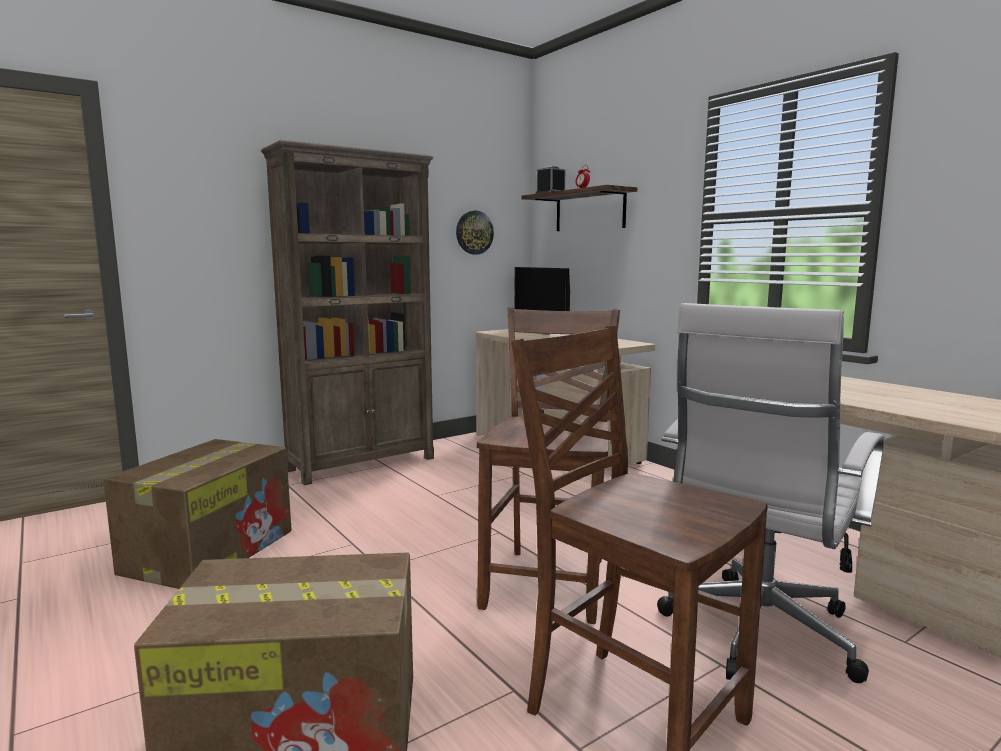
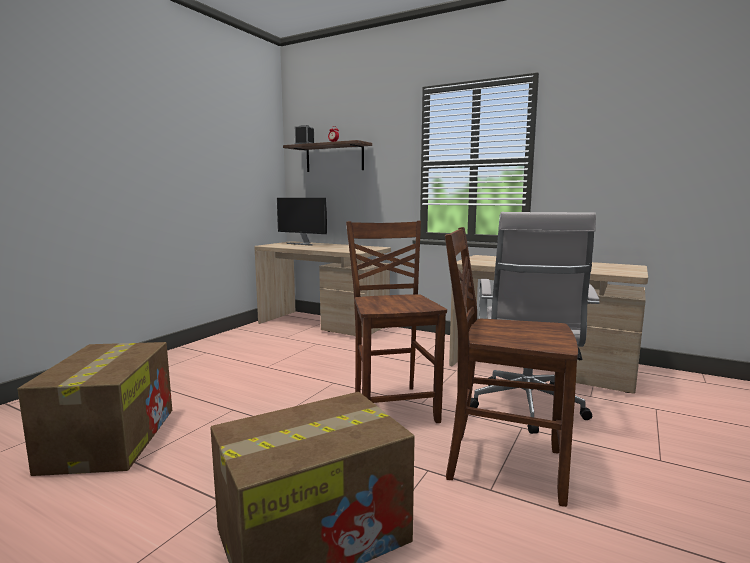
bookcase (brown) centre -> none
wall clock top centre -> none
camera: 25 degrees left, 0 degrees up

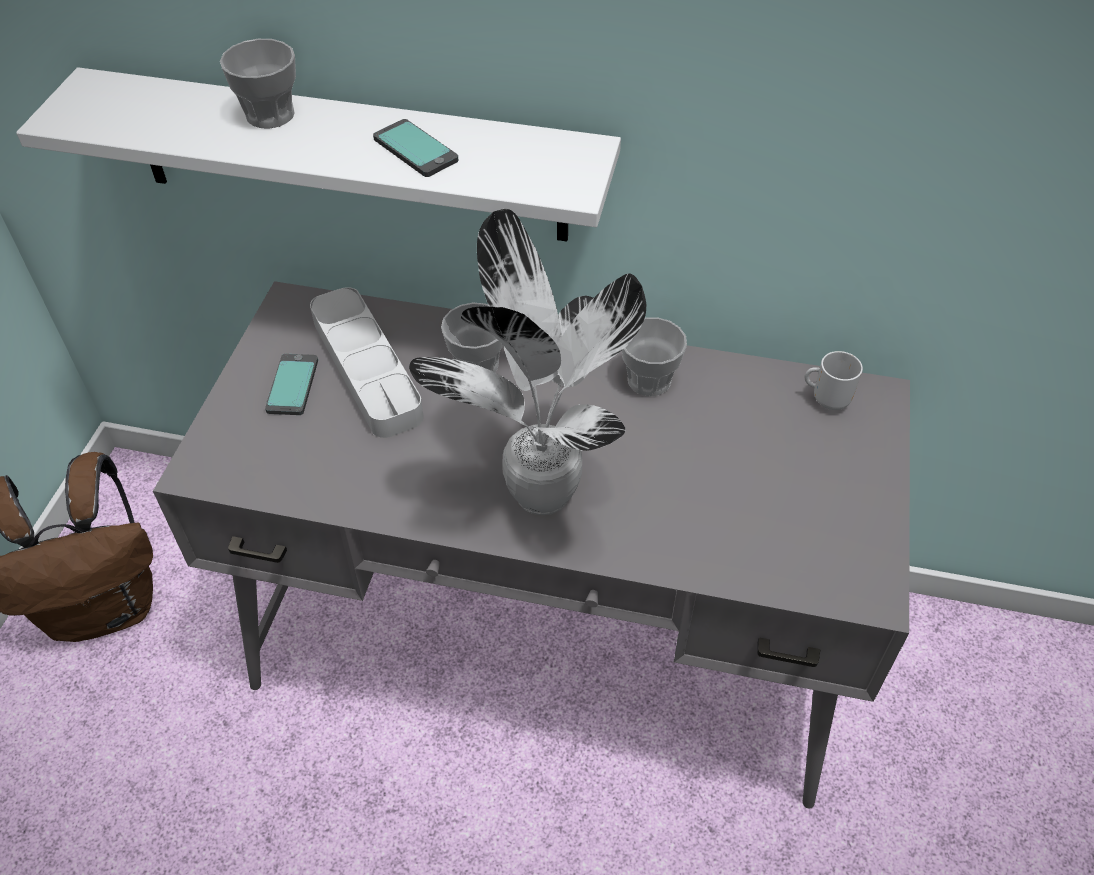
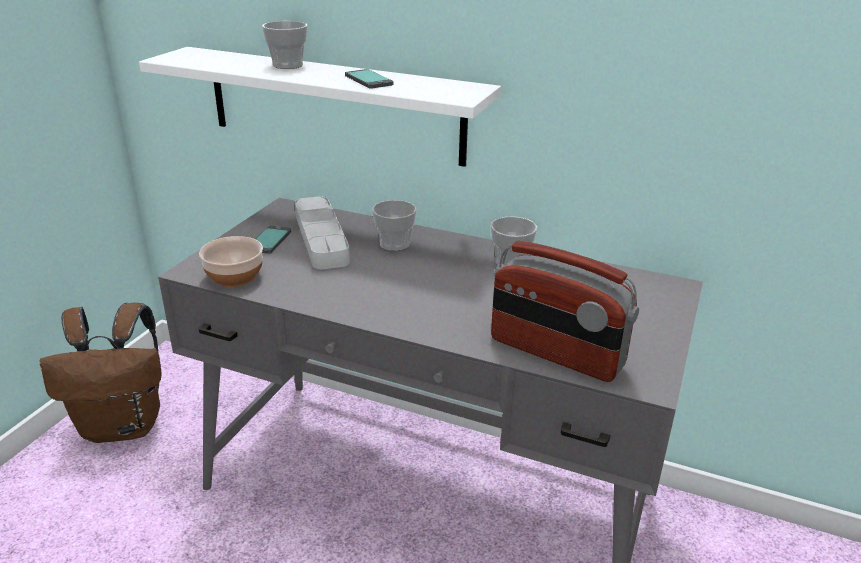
potted plant centre -> none
mug middle right -> none
none -> bowl middle left
none -> radio centre
camera: 10 degrees right, 20 degrees down

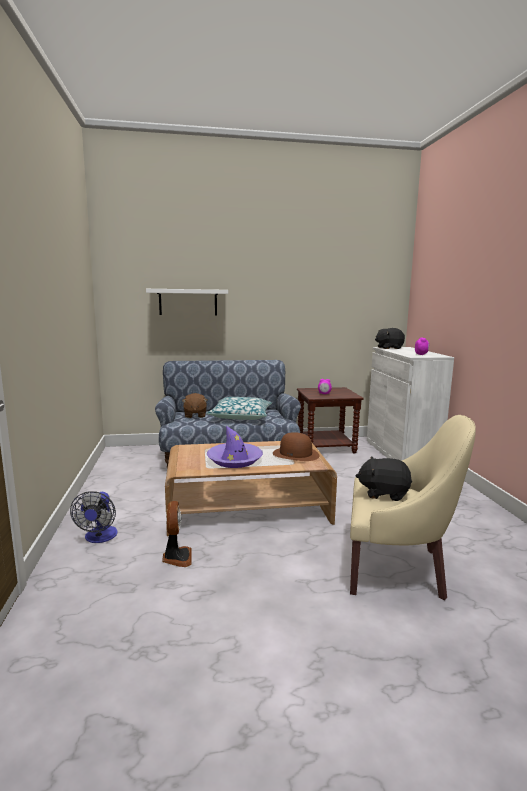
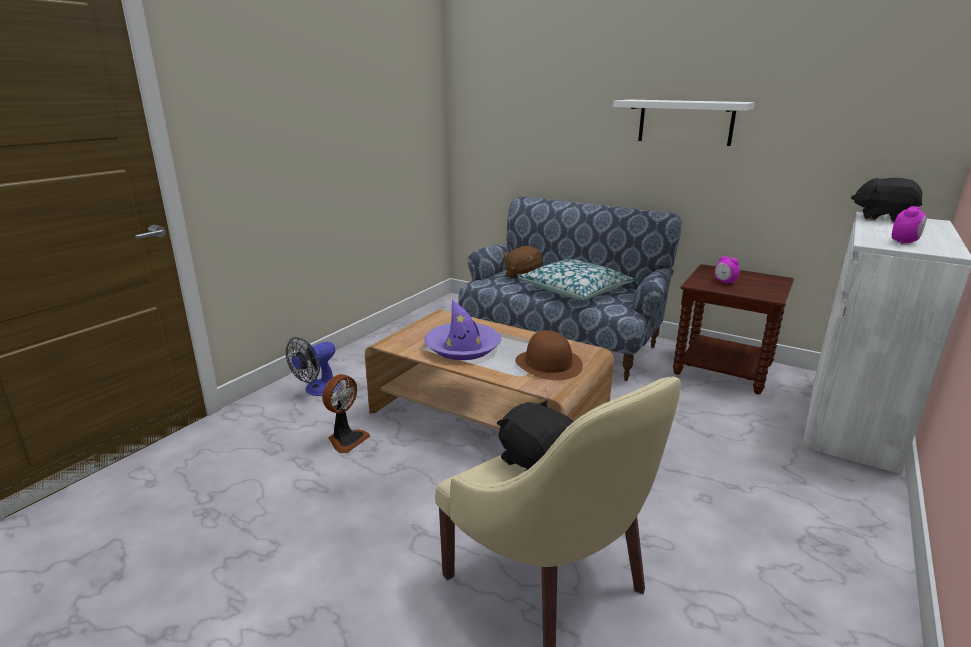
shelf (white) centre -> shelf (white) top right, relocated
camera: 40 degrees right, 10 degrees up

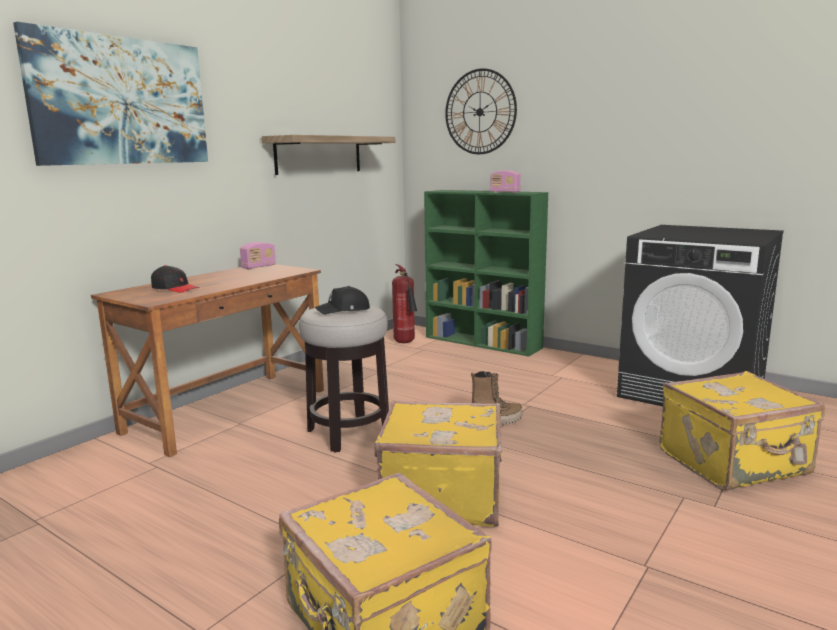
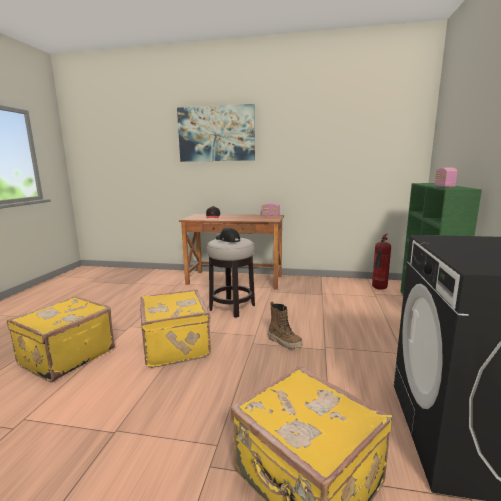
wall clock top centre -> none
shelf top centre -> none
camera: 65 degrees right, 0 degrees up

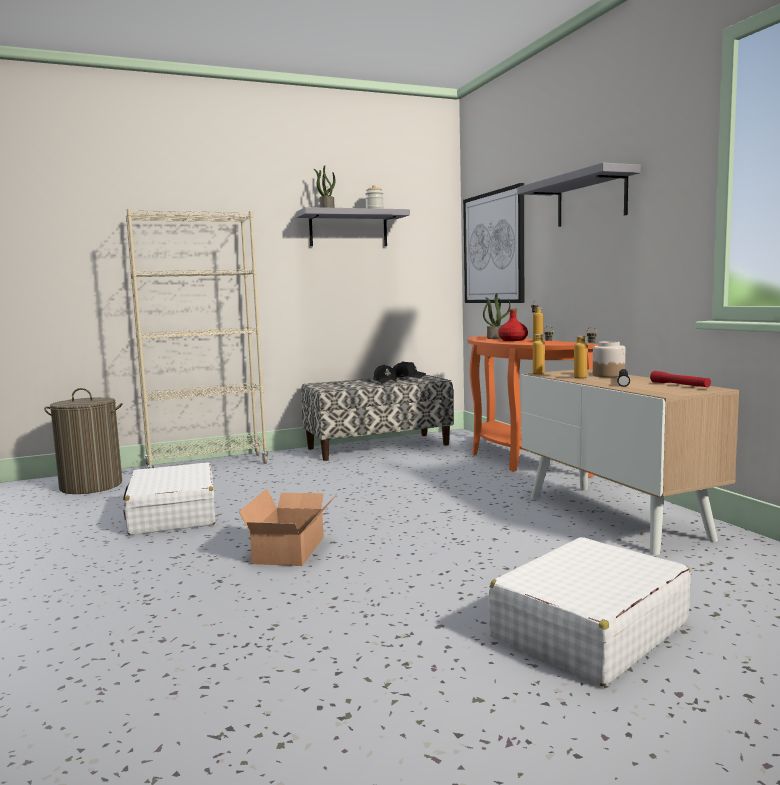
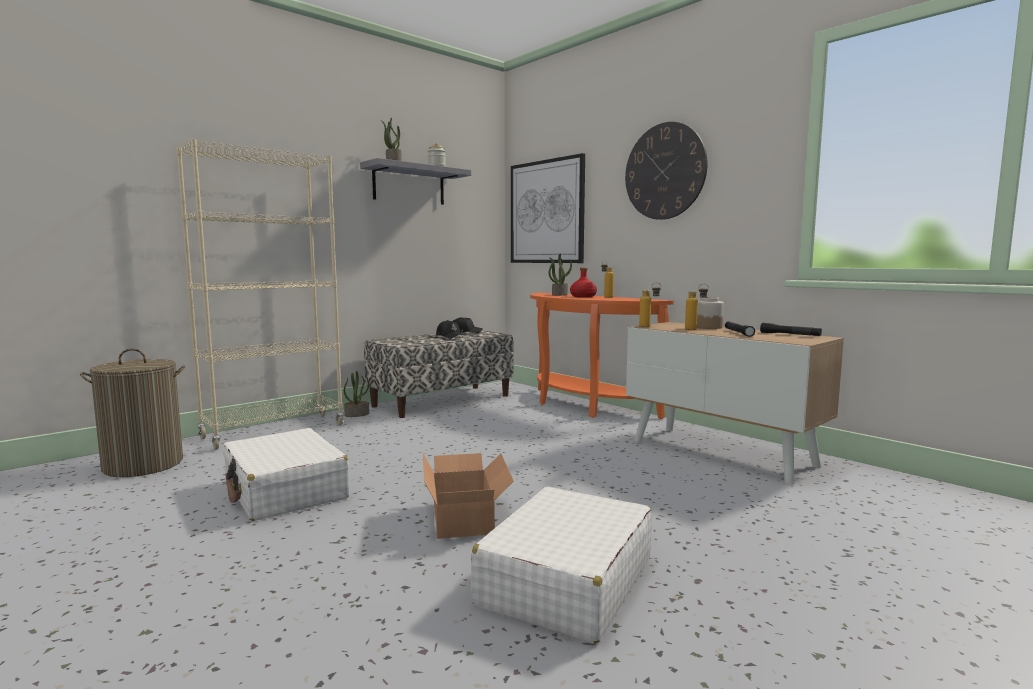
shelf (grey) (no. 2 from left) top right -> wall clock top centre
flashlight (red) middle right -> flashlight (black) (no. 2 from left) middle right
suitcase (white) (no. 2 from left) bottom right -> suitcase (white) (no. 2 from left) bottom centre, relocated
none -> potted plant (no. 1 from left) centre
camera: 20 degrees left, 0 degrees up

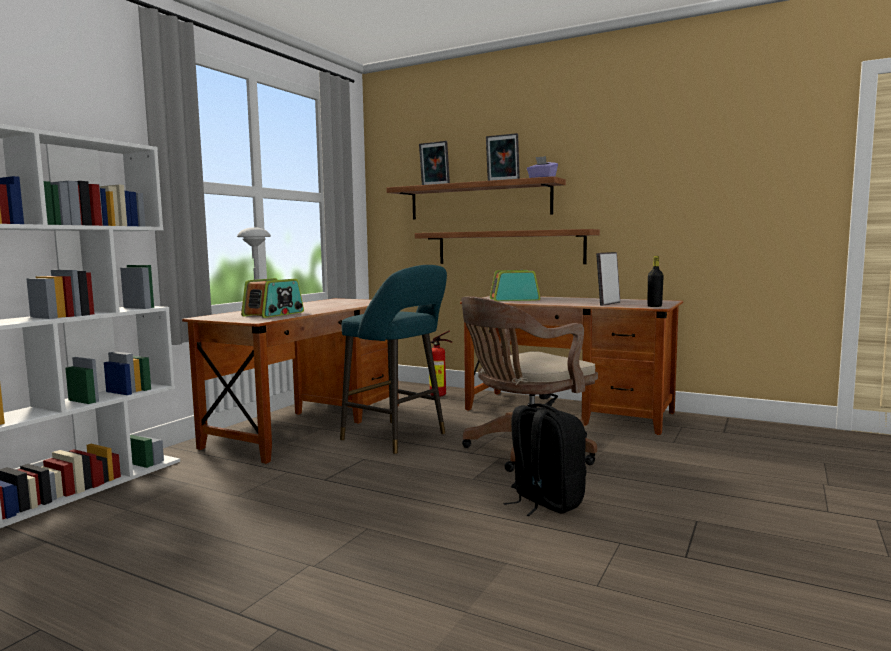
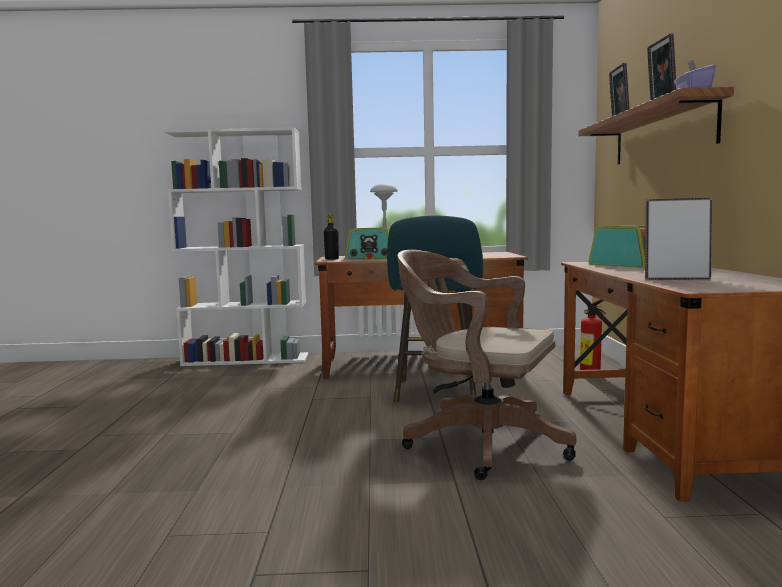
shelf (no. 2 from left) centre -> none
bottle (black) middle right -> bottle (black) centre, relocated
backpack (black) bottom centre -> none
camera: 60 degrees right, 0 degrees up

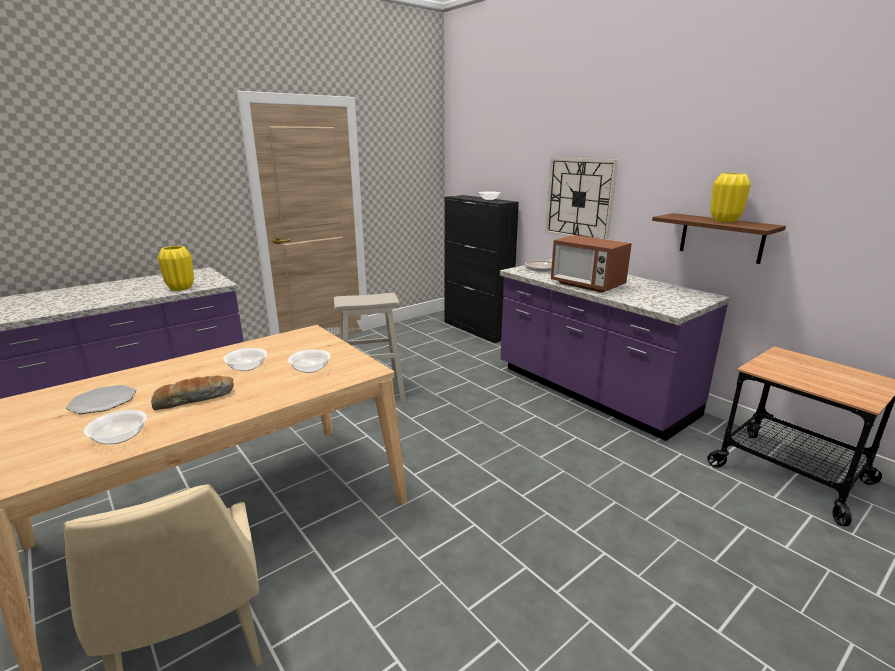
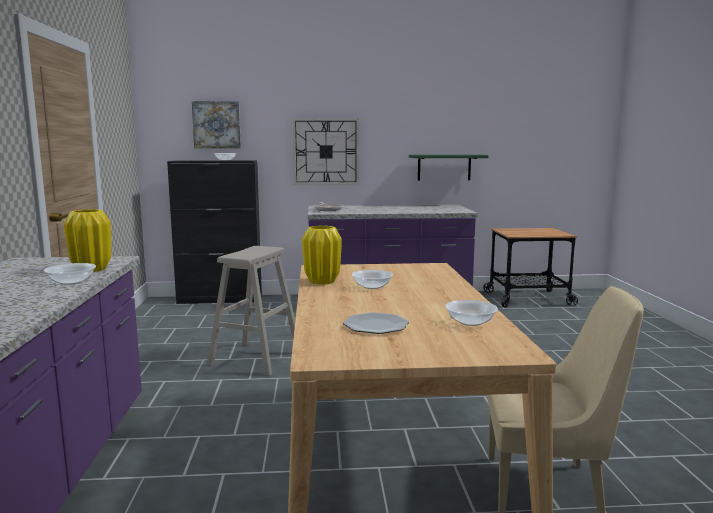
vase (yellow) (no. 2 from left) top right -> vase (yellow) (no. 2 from left) centre, relocated
shelf (brown) middle right -> shelf (green) top centre
microwave centre -> none
bowl (no. 3 from left in the first image) centre -> bowl (no. 1 from left) middle left, relocated
bread middle left -> none
none -> picture top left
camera: 55 degrees left, 10 degrees down

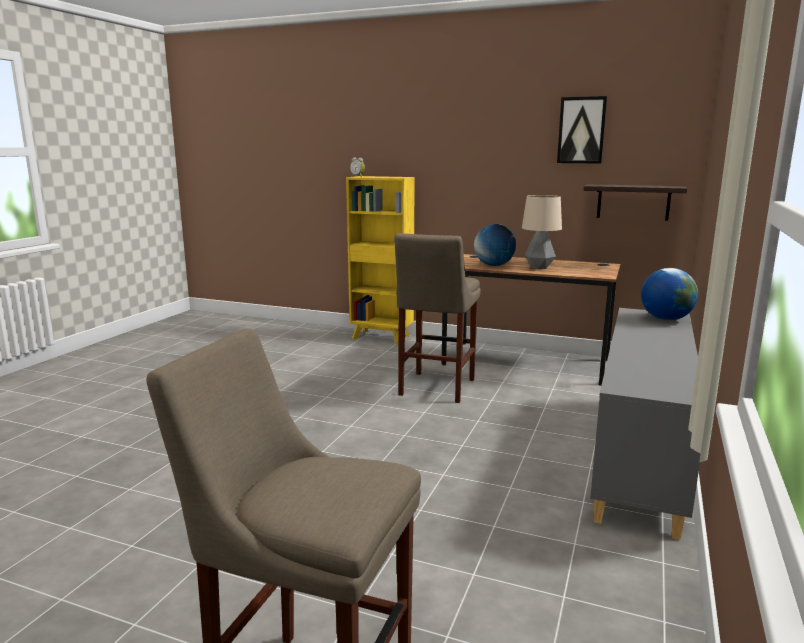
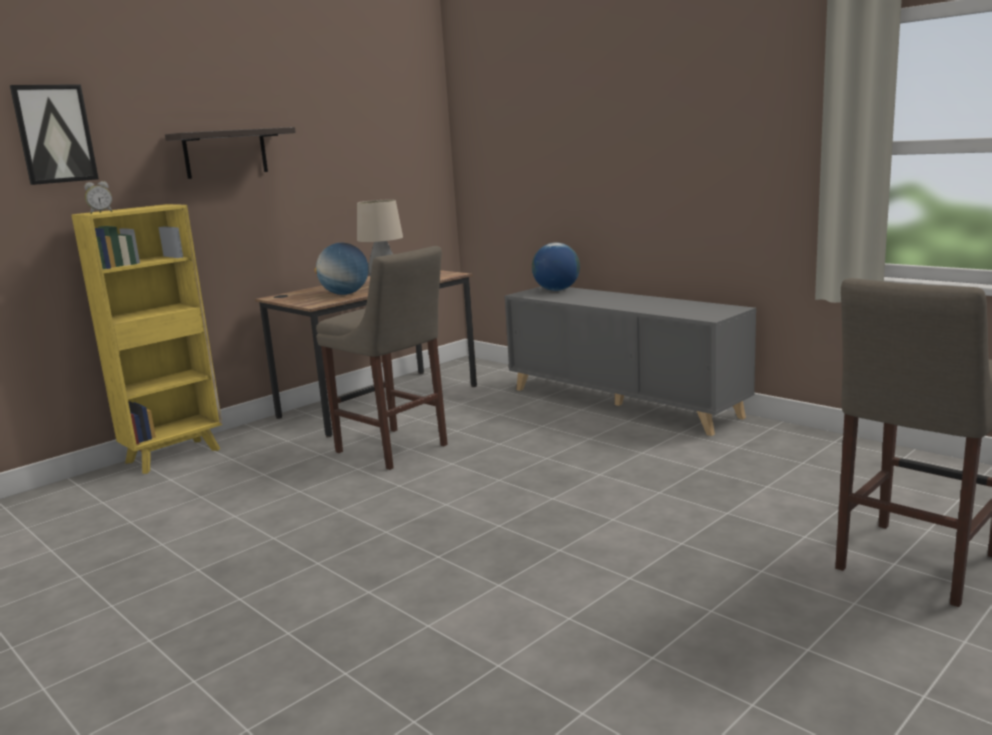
picture top right -> picture top left, relocated
shelf top right -> shelf top left, relocated
camera: 65 degrees left, 0 degrees up

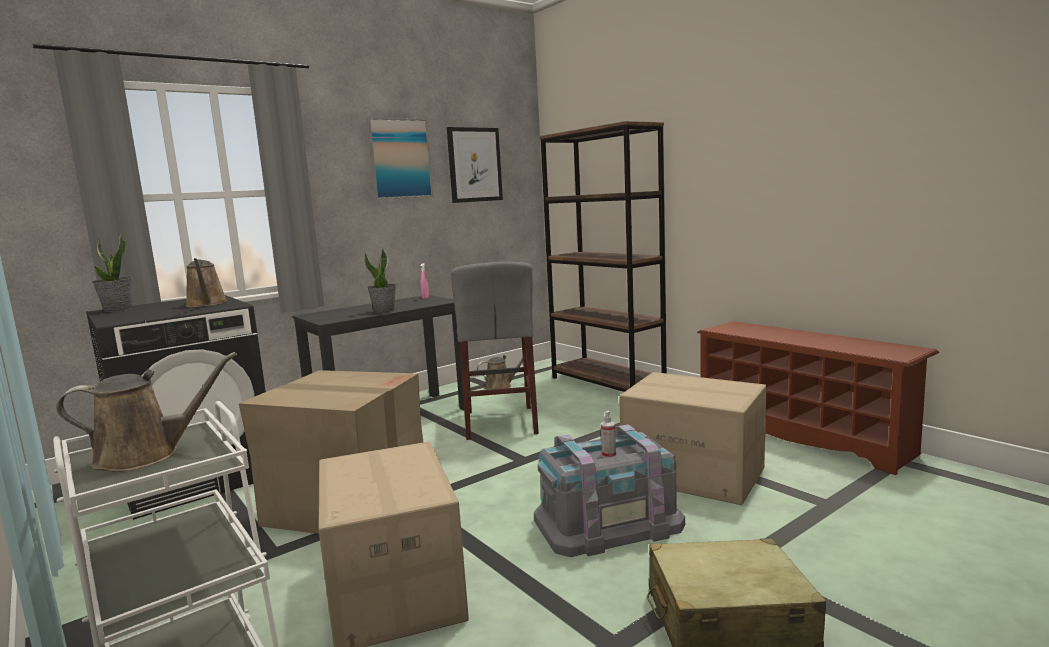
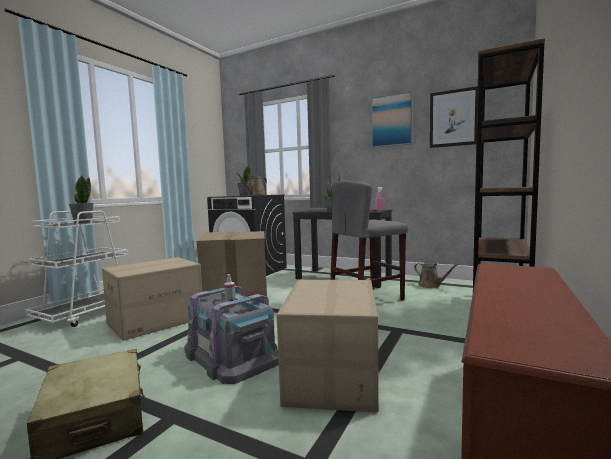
watering can (brown) (no. 1 from left) middle left -> potted plant (no. 1 from left) middle left
camera: 65 degrees right, 5 degrees down

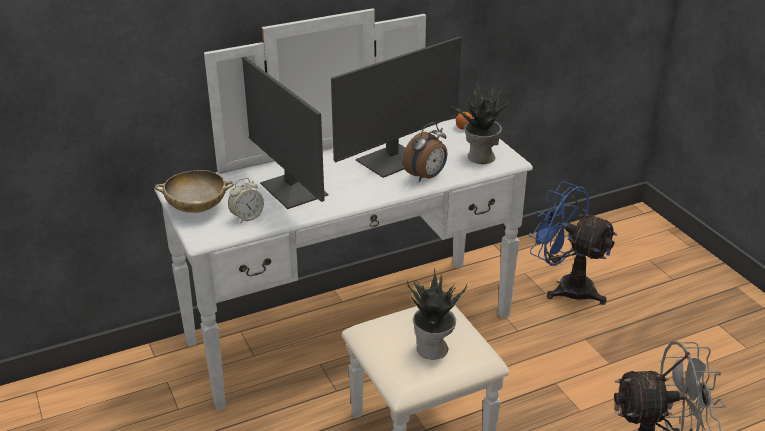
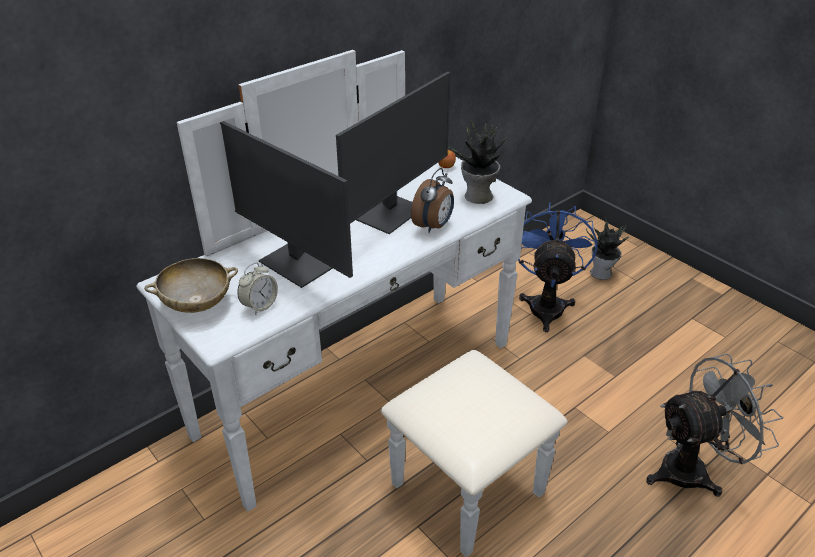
fan (blue) middle right, 75 degrees clockwise
potted plant (no. 1 from left in the first image) bottom centre -> potted plant (no. 2 from left) middle right, relocated
camera: 15 degrees left, 5 degrees up

